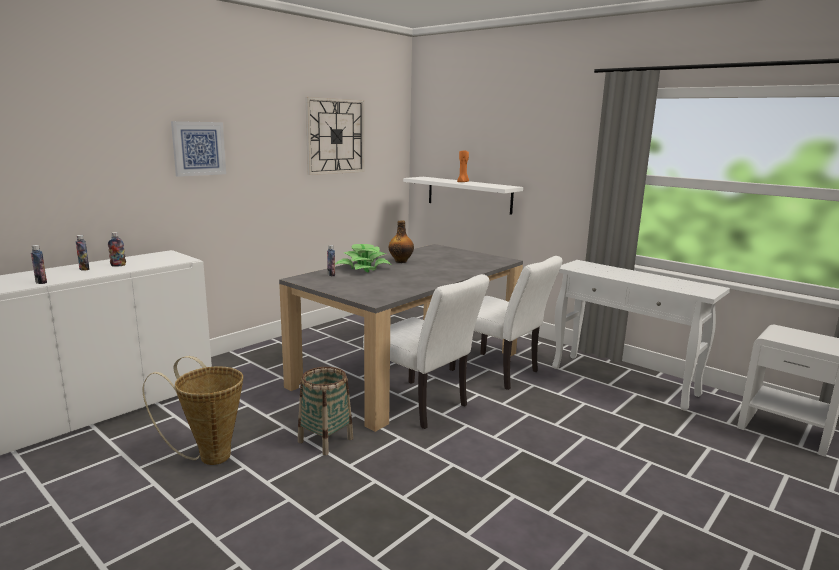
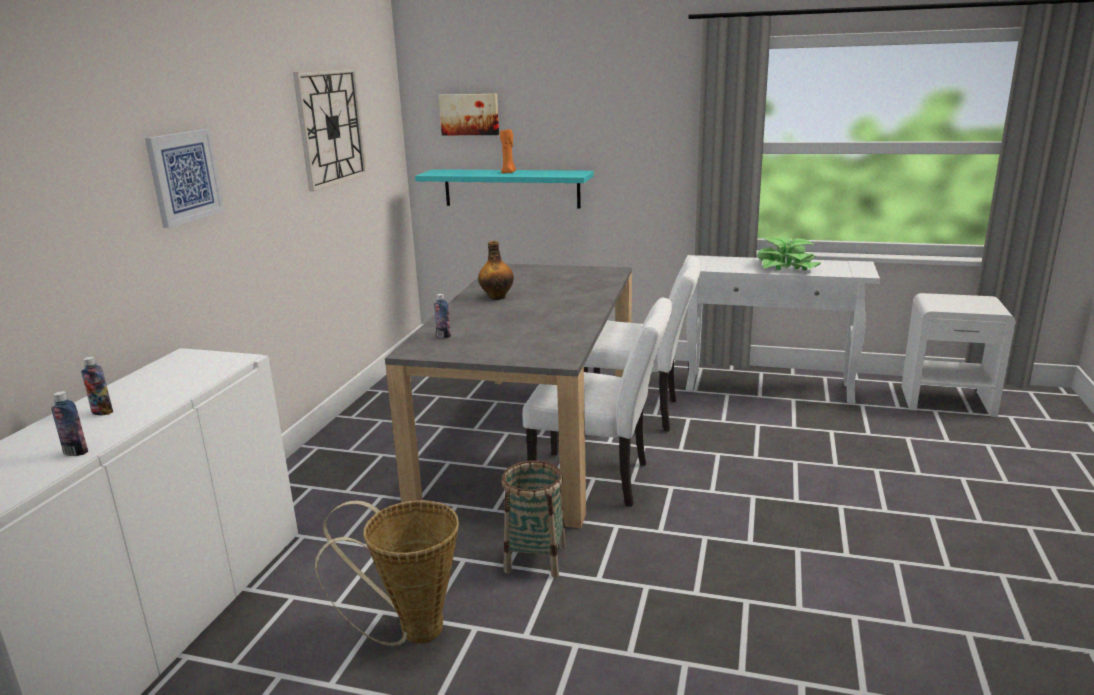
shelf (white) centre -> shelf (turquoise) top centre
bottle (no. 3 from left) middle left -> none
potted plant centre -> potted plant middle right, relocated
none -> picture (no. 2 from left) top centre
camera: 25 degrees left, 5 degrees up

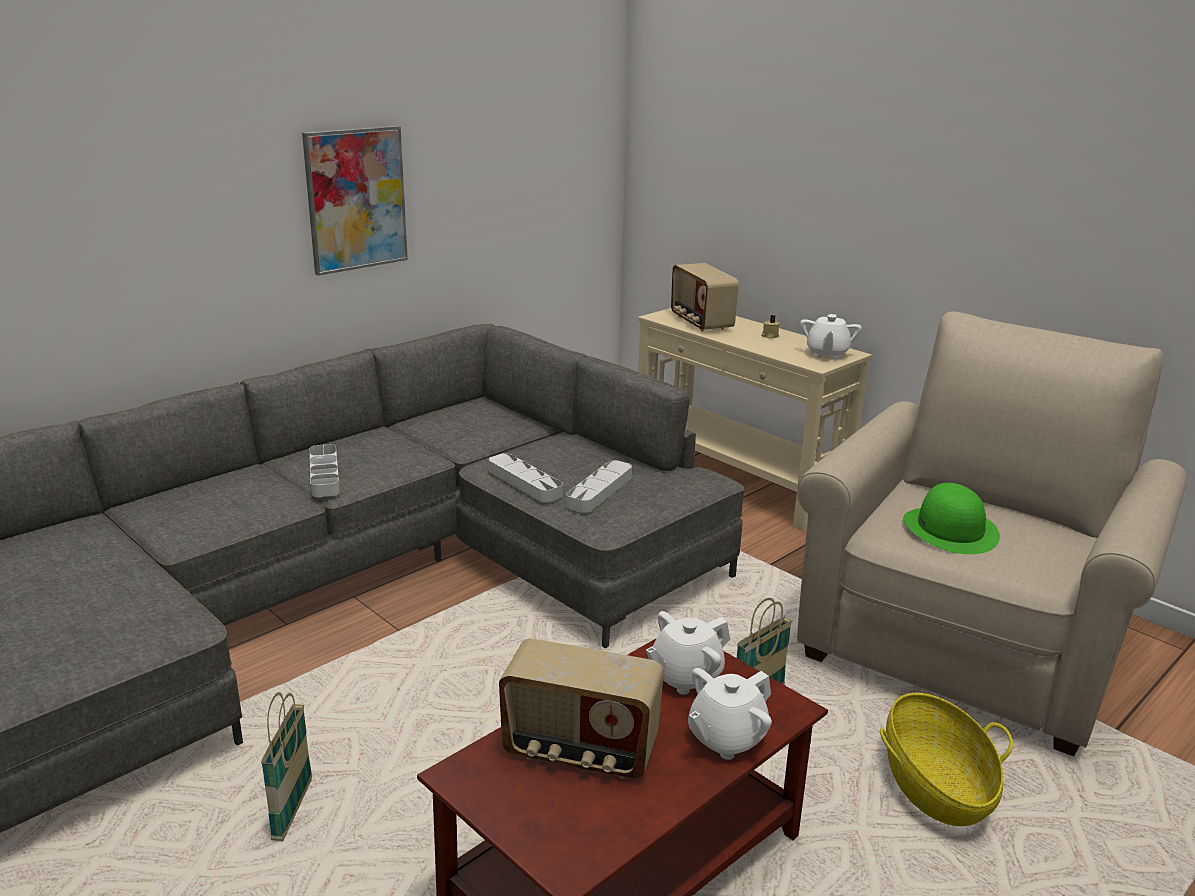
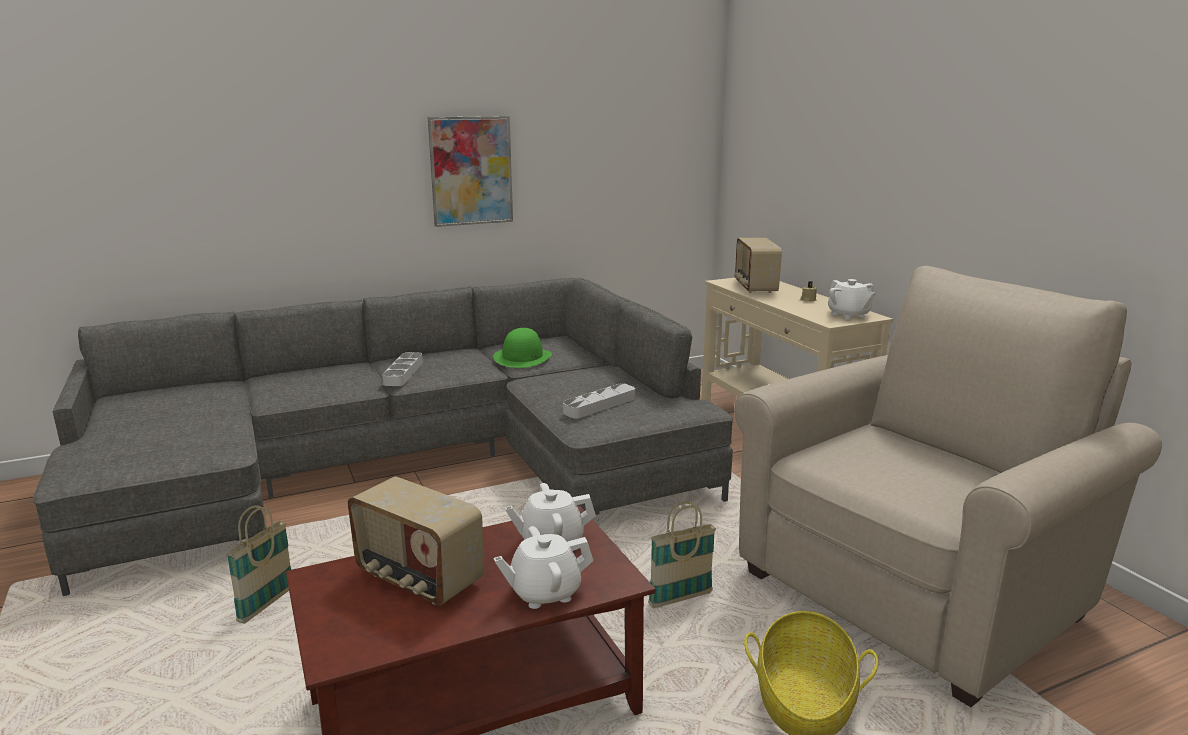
teapot (white) (no. 3 from left) middle right, 60 degrees counterclockwise
tray (grey) (no. 2 from left) centre -> none
hat (green) middle right -> hat (green) centre, relocated
camera: 20 degrees right, 5 degrees down

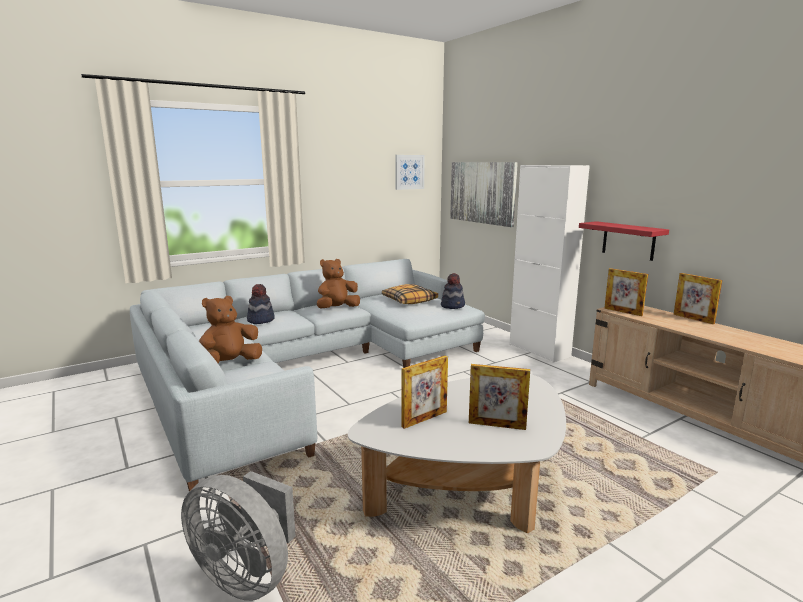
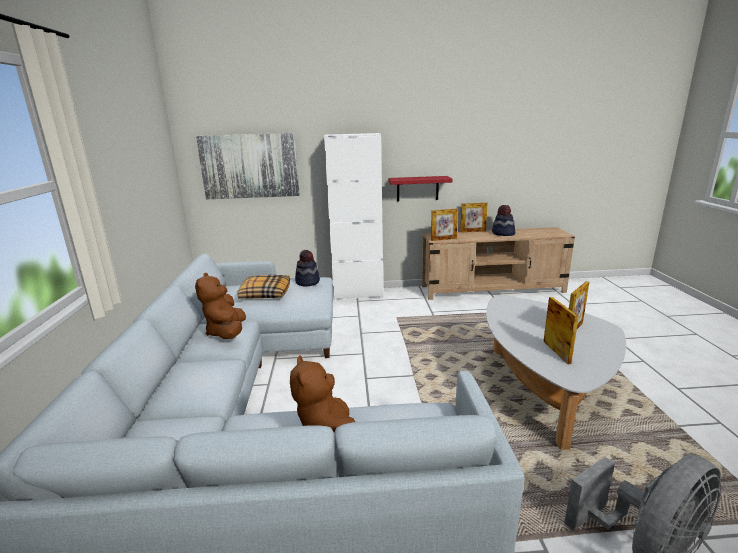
picture (no. 1 from left) top centre -> none
hat (no. 1 from left in the first image) middle left -> hat (no. 2 from left) middle right, relocated
camera: 60 degrees left, 5 degrees up

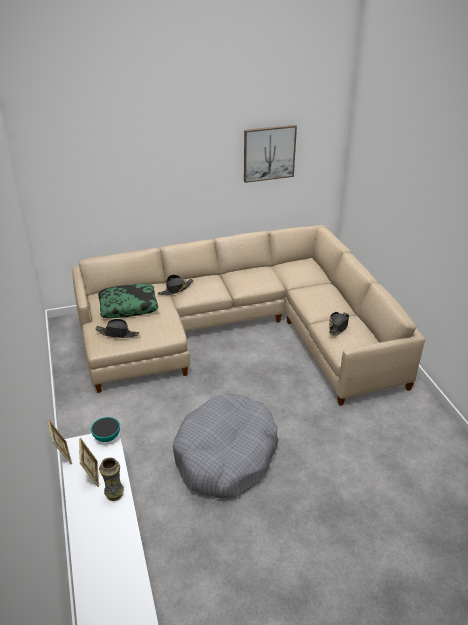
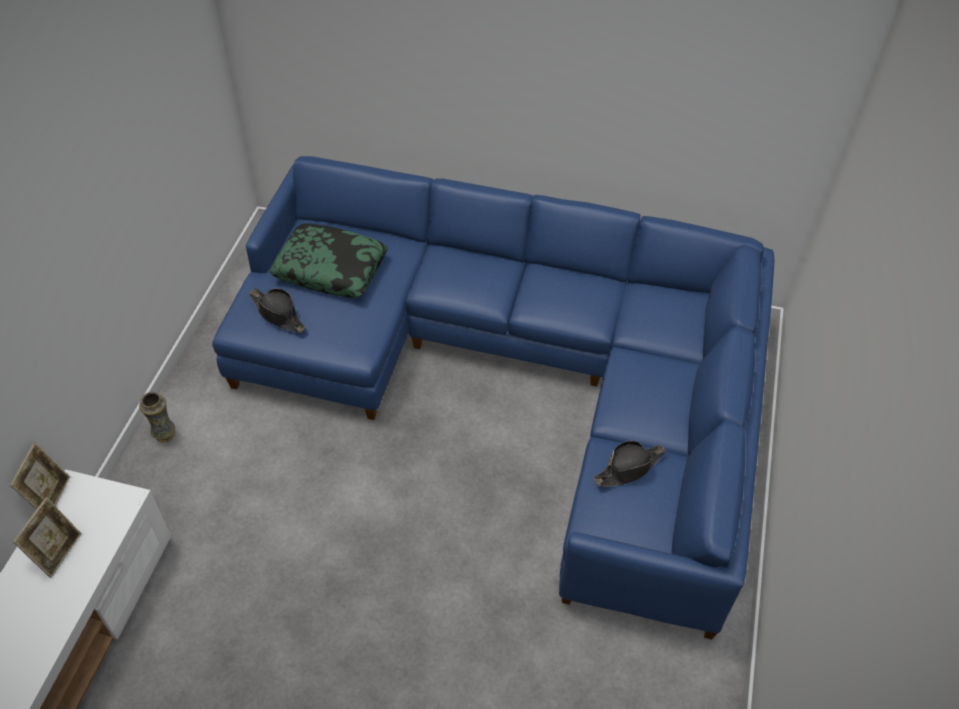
picture top centre -> none
sofa (beige) centre -> sofa (blue) centre
hat (black) (no. 2 from left) centre -> none
dog bed (grey) bottom centre -> none
bowl bottom left -> none
vase bottom left -> vase middle left, relocated
camera: 30 degrees right, 15 degrees up

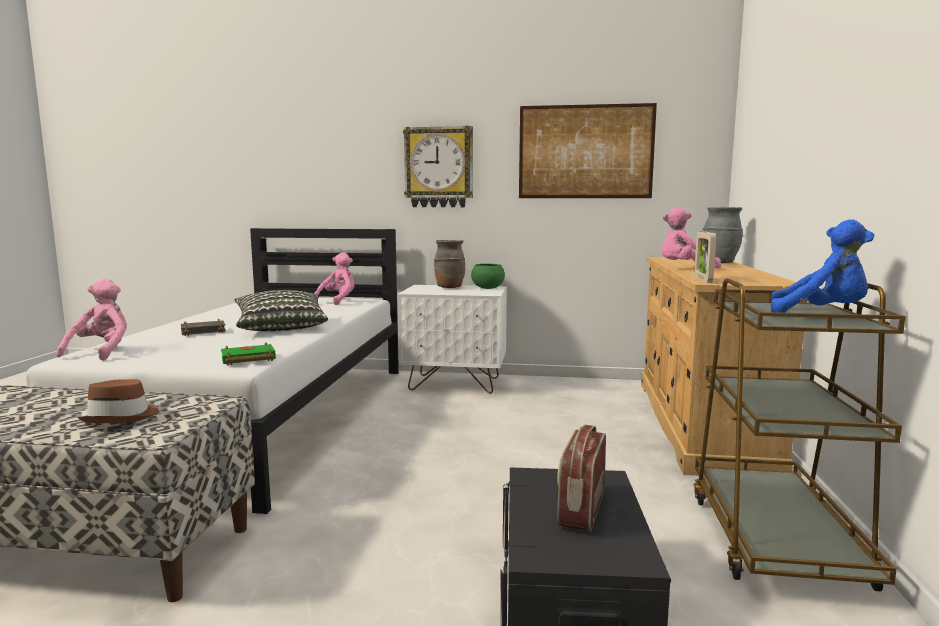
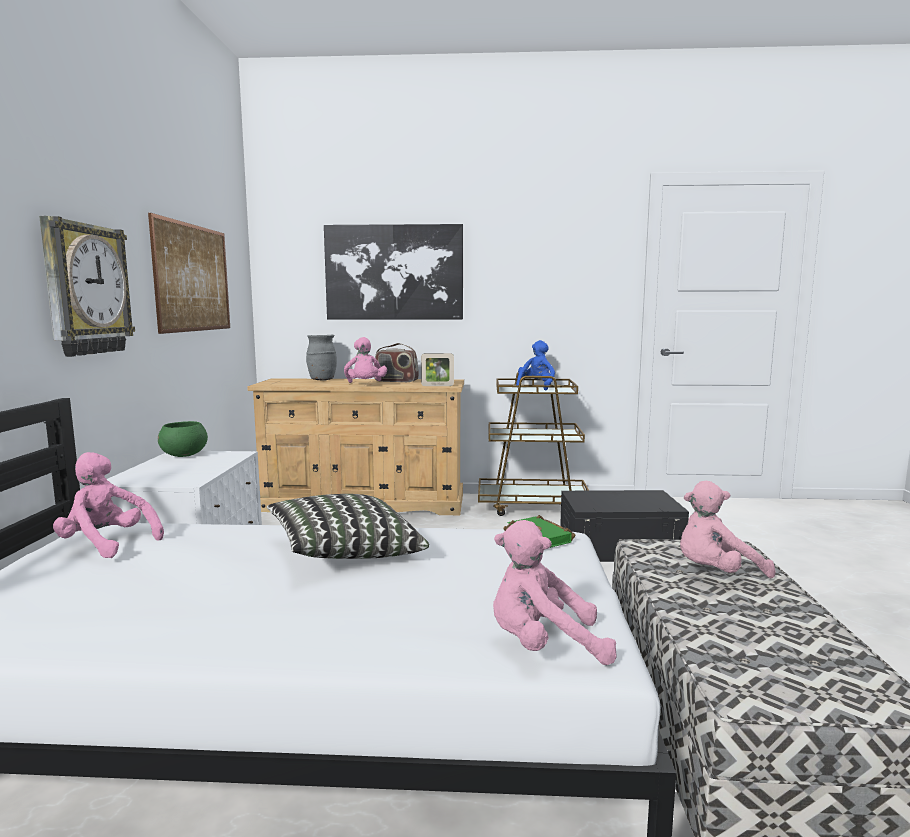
vase (brown) centre -> none
book (black) middle left -> none
hat (brown) middle left -> plush toy (pink) (no. 4 from left) middle right
radio bottom centre -> radio centre, relocated
none -> picture (no. 2 from left) top centre
camera: 95 degrees left, 0 degrees up

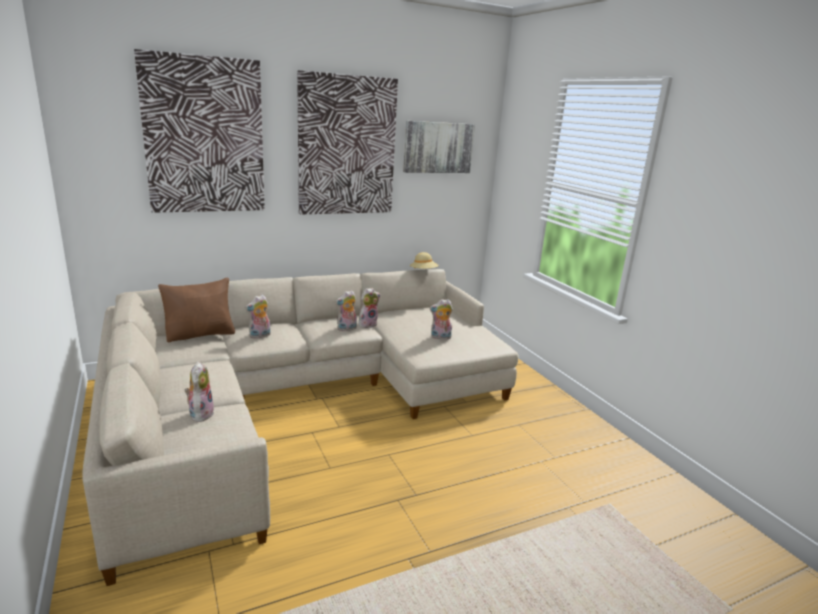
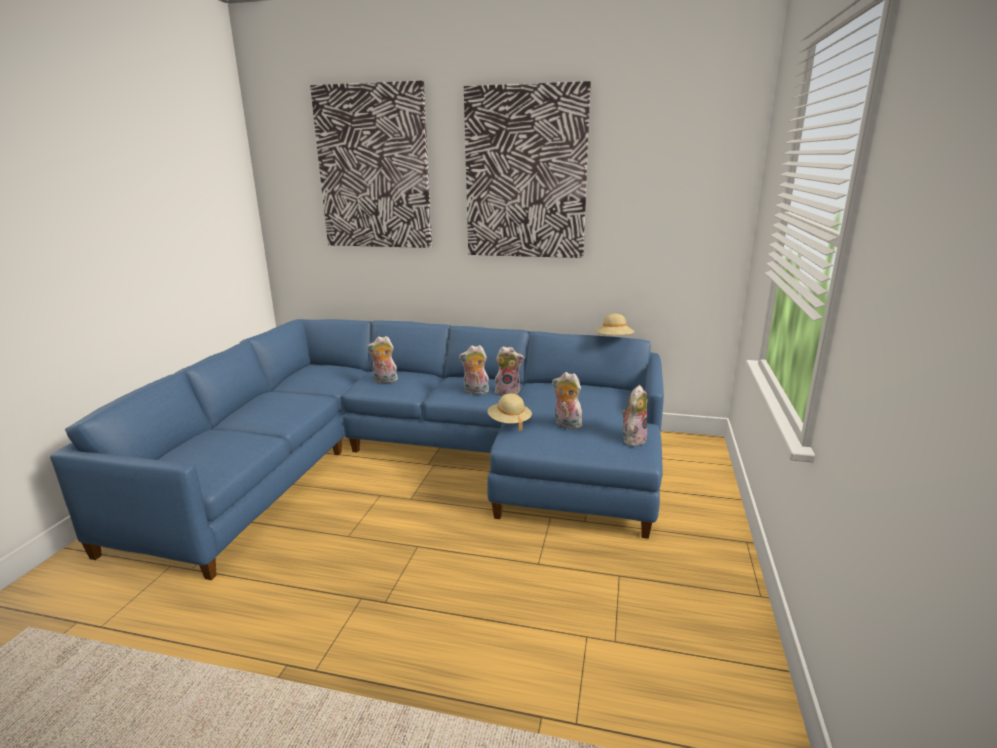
picture (no. 3 from left) top centre -> none
sofa (beige) bottom centre -> sofa (blue) centre
pillow (brown) middle left -> none
plush toy (no. 1 from left in the first image) middle left -> plush toy (no. 5 from left) centre, relocated
none -> hat (beige) (no. 1 from left) centre
camera: 40 degrees right, 0 degrees up

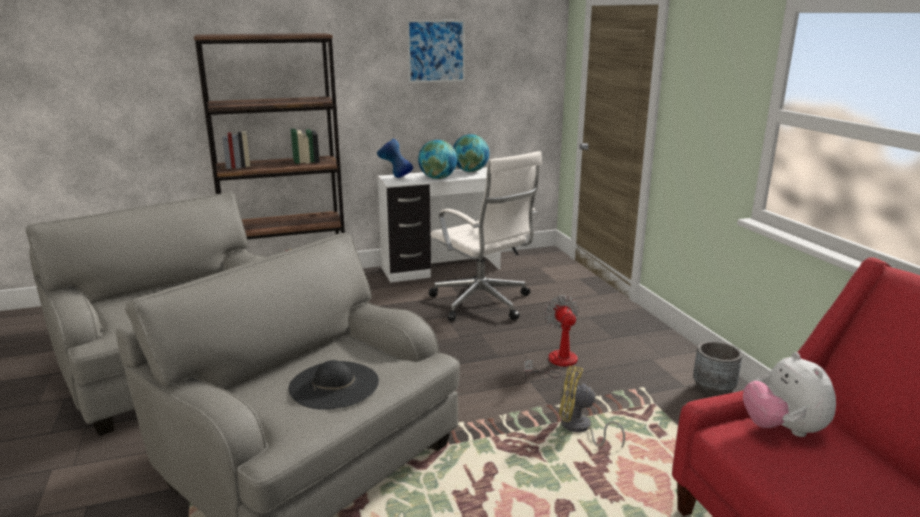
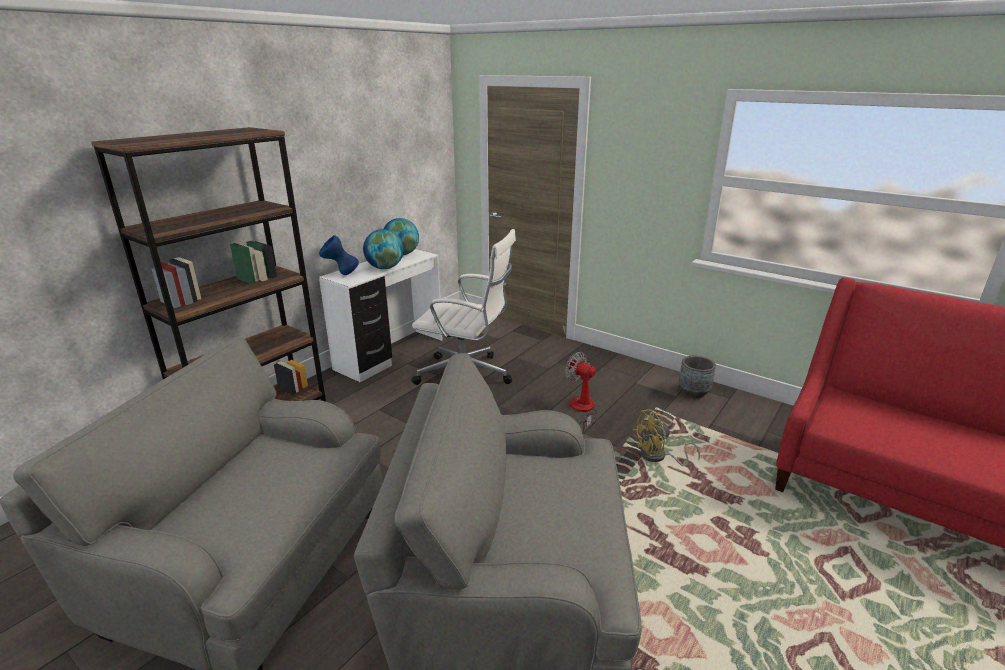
picture top centre -> none
plush toy bottom right -> none
hat (black) bottom centre -> none
camera: 35 degrees left, 5 degrees up

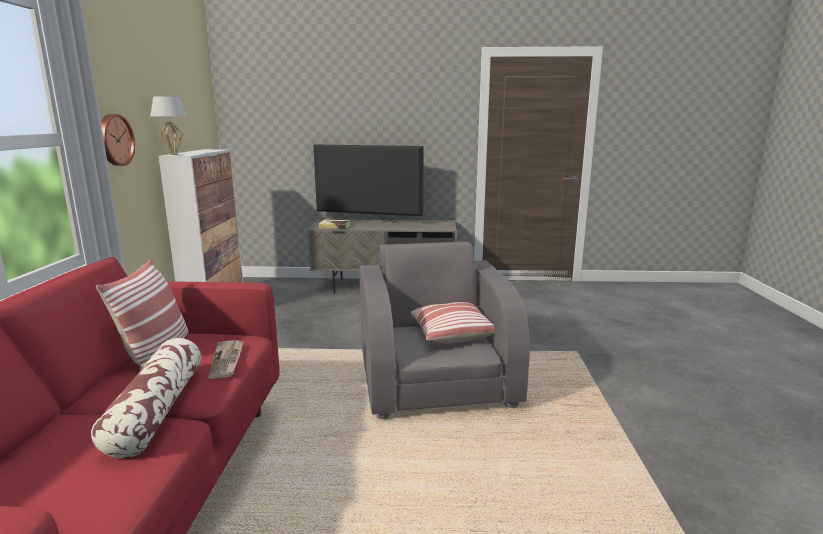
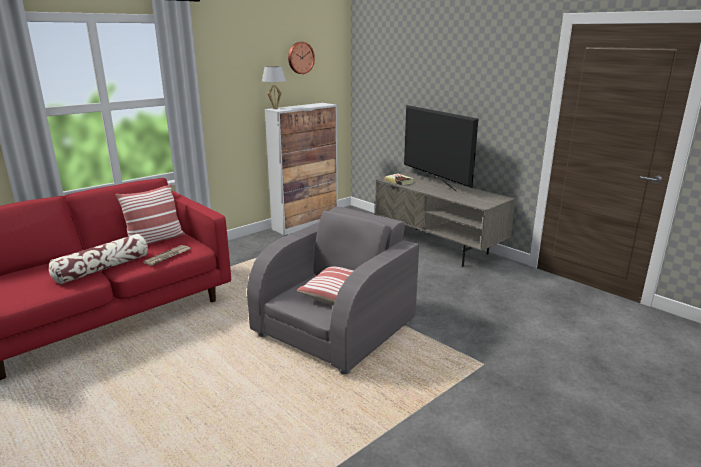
wall clock top left -> wall clock top centre, relocated
camera: 45 degrees right, 5 degrees up

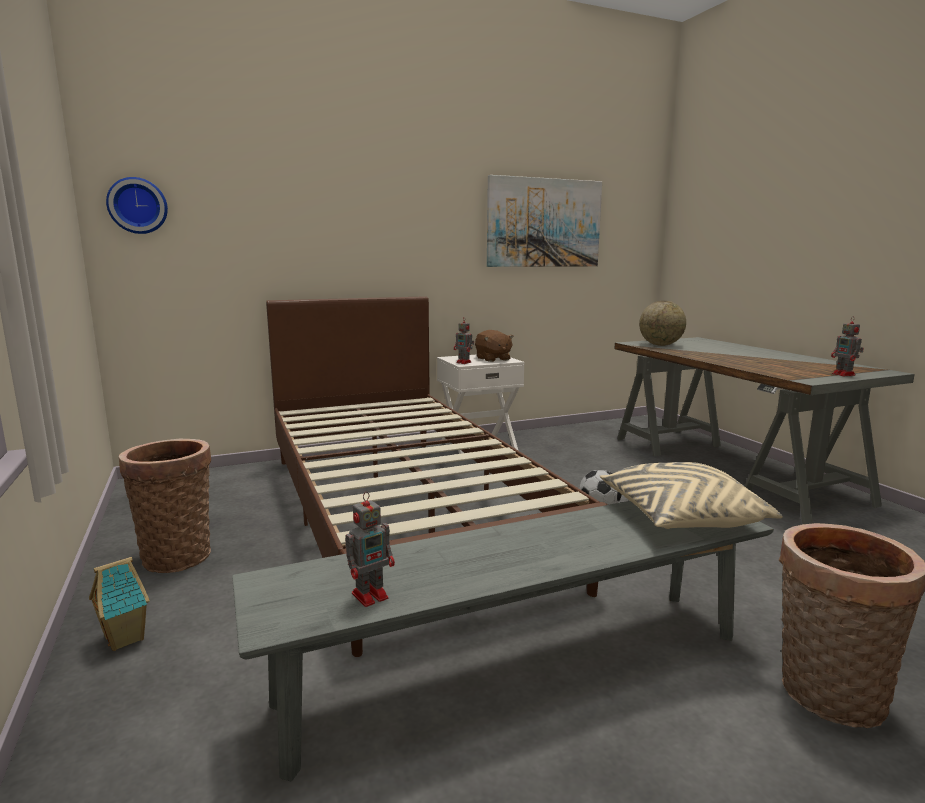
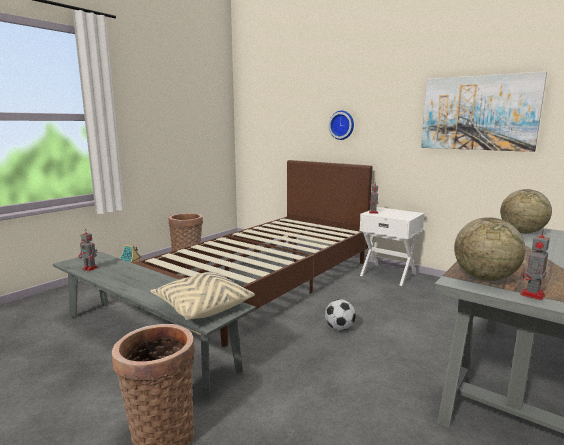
wall clock top left -> wall clock top centre, relocated
plush toy (brown) centre -> none
none -> globe (no. 1 from left) middle right
camera: 60 degrees right, 0 degrees up

